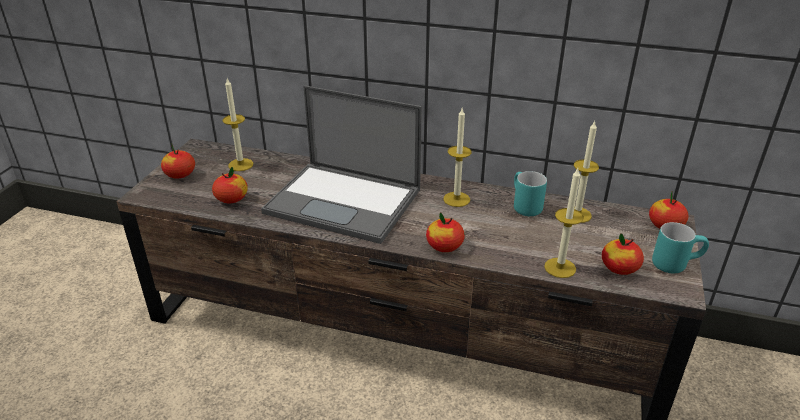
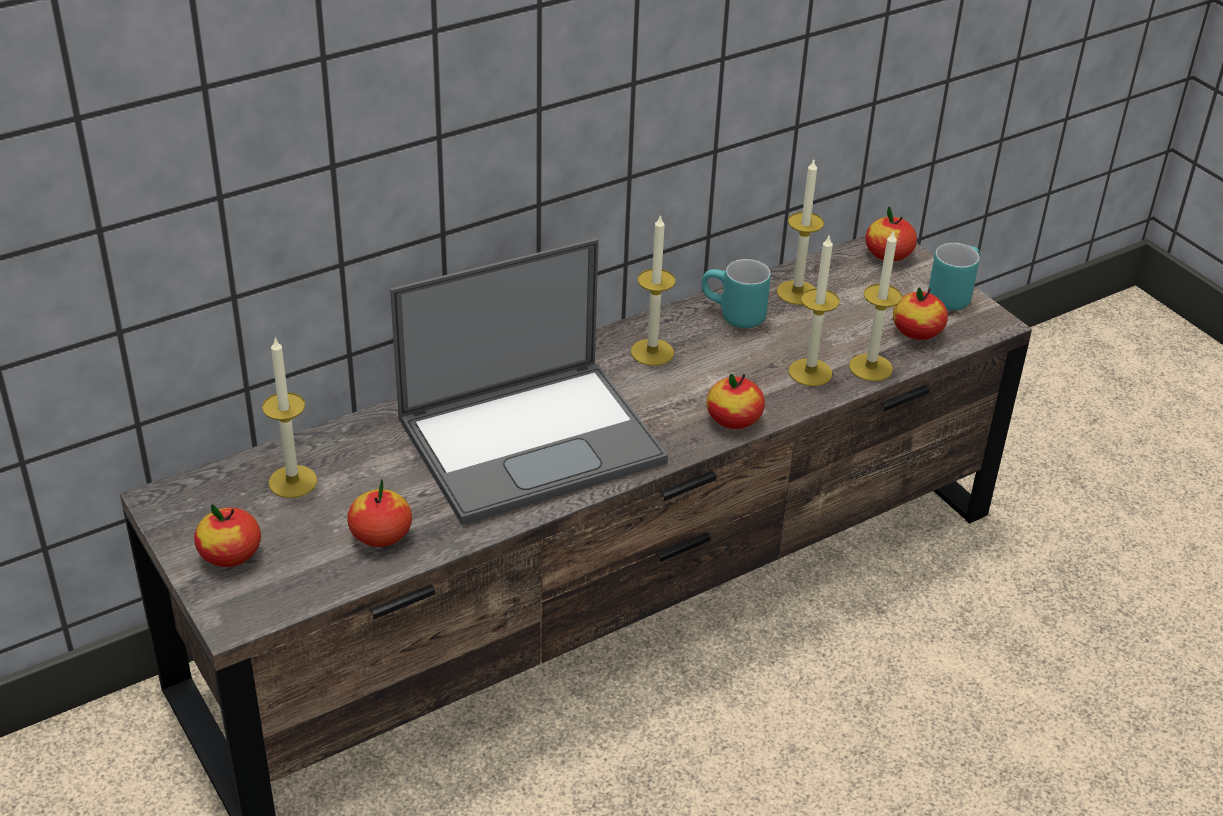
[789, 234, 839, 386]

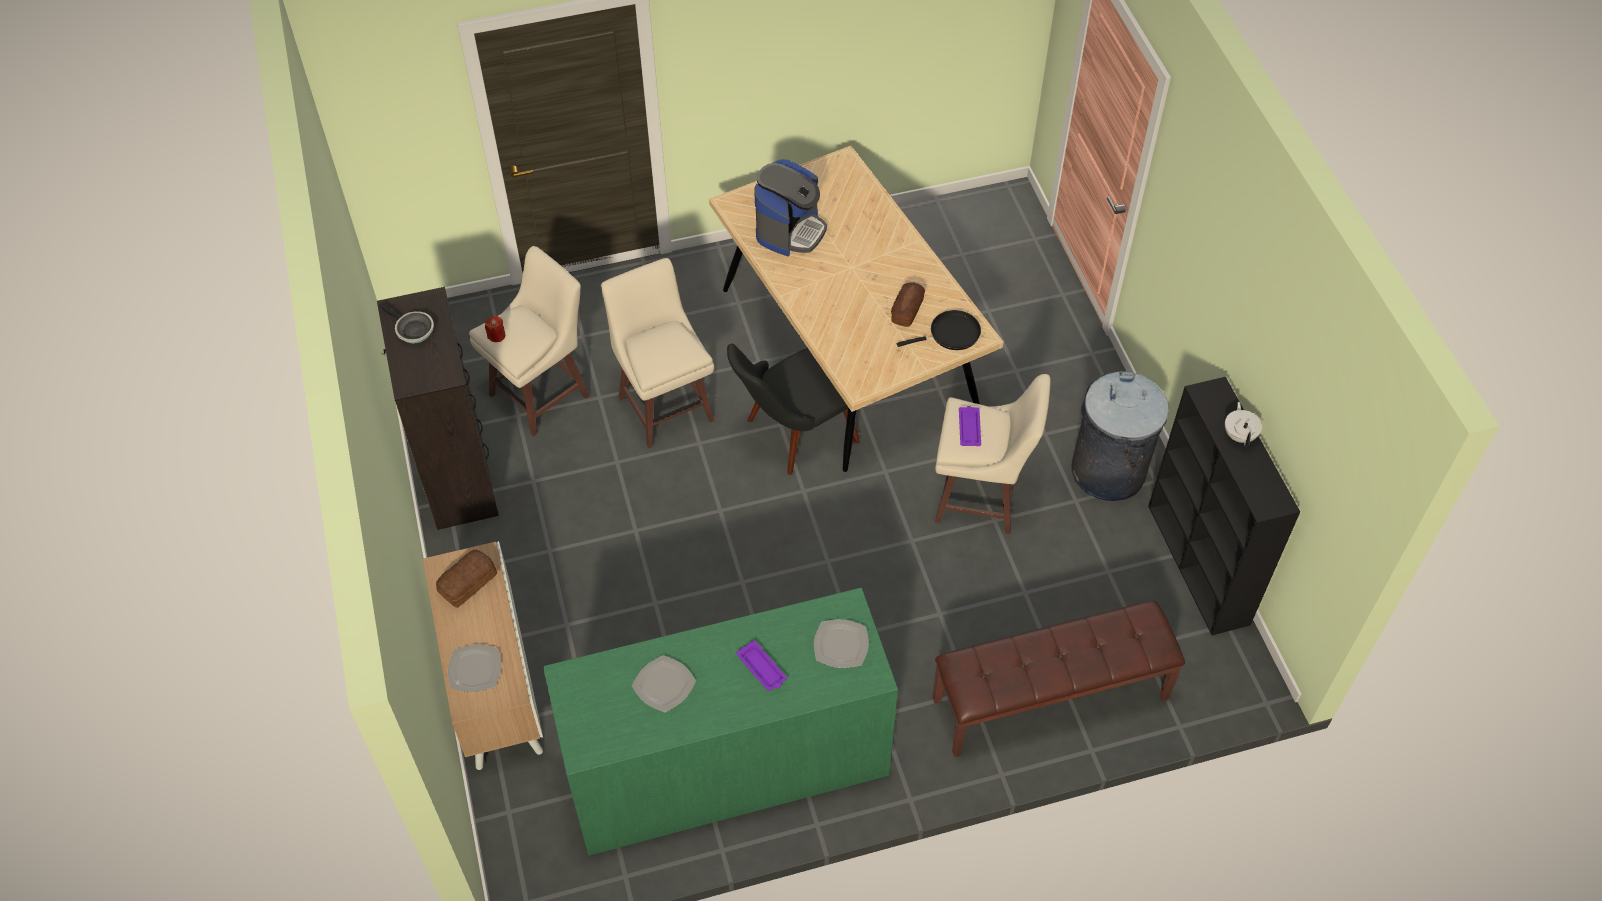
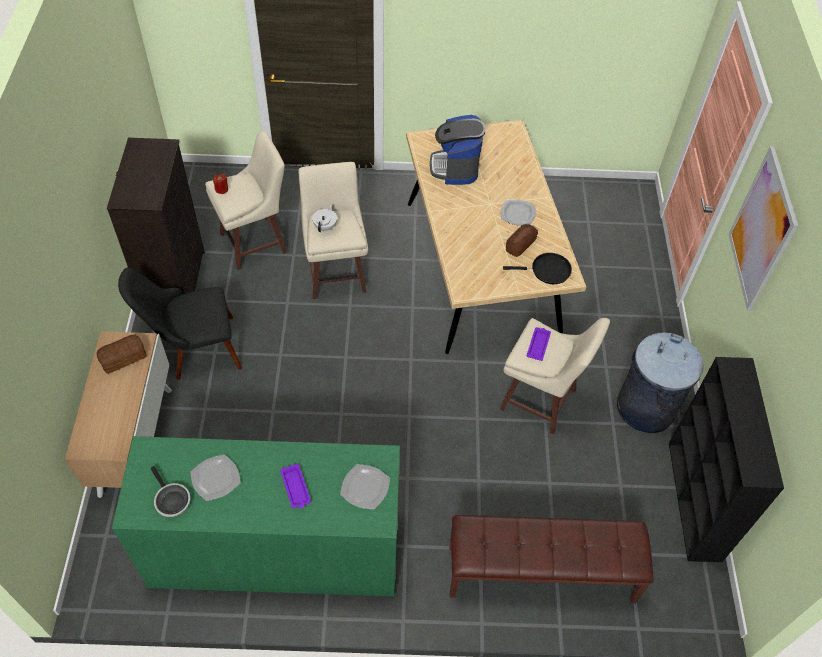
[151, 466, 191, 517]
[501, 199, 536, 226]
[118, 267, 242, 380]
[430, 115, 486, 185]
[312, 205, 337, 232]
[728, 146, 798, 311]

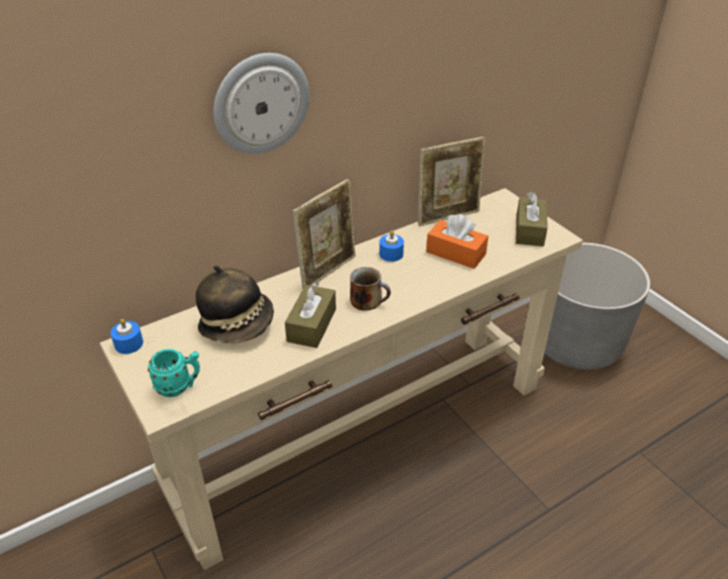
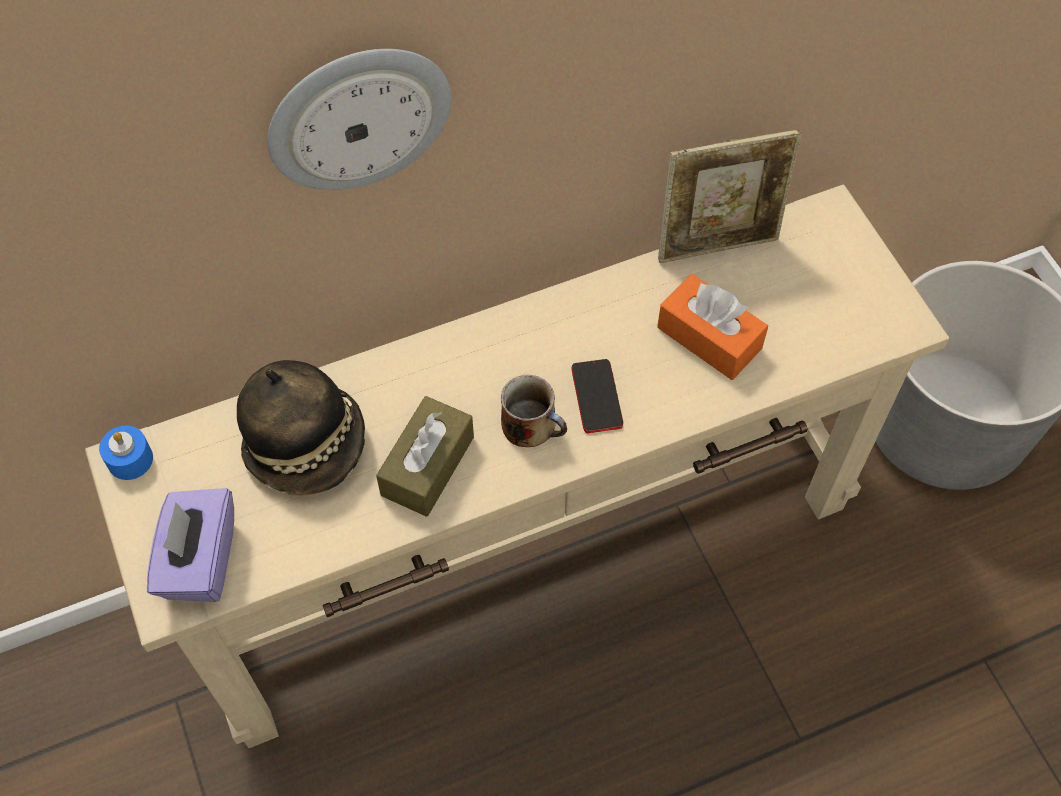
[147, 488, 234, 602]
[293, 179, 355, 289] (first image)
[379, 230, 404, 262] (first image)
[516, 192, 548, 247] (first image)
[572, 359, 623, 433]

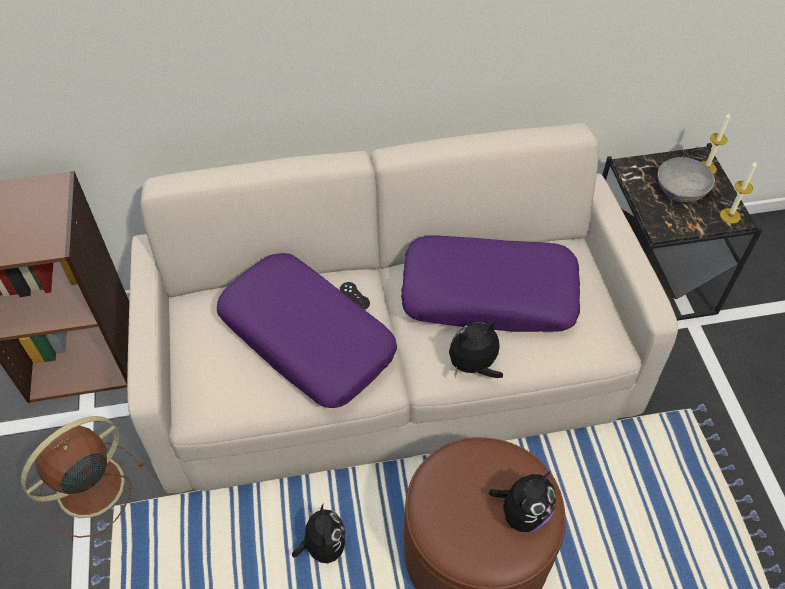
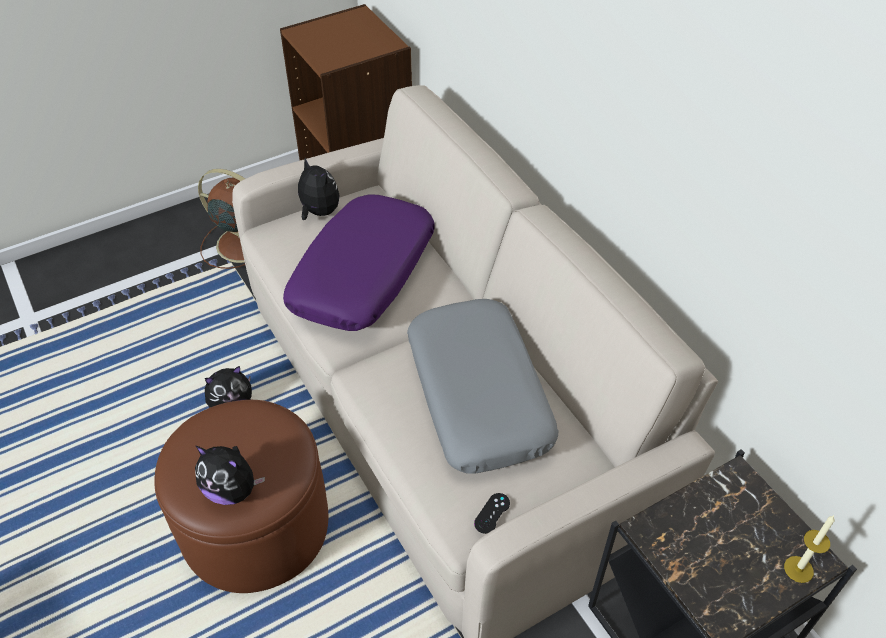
[474, 493, 510, 534]
[407, 299, 559, 474]
[298, 158, 340, 220]
[658, 157, 715, 203] (first image)
[720, 162, 757, 224] (first image)

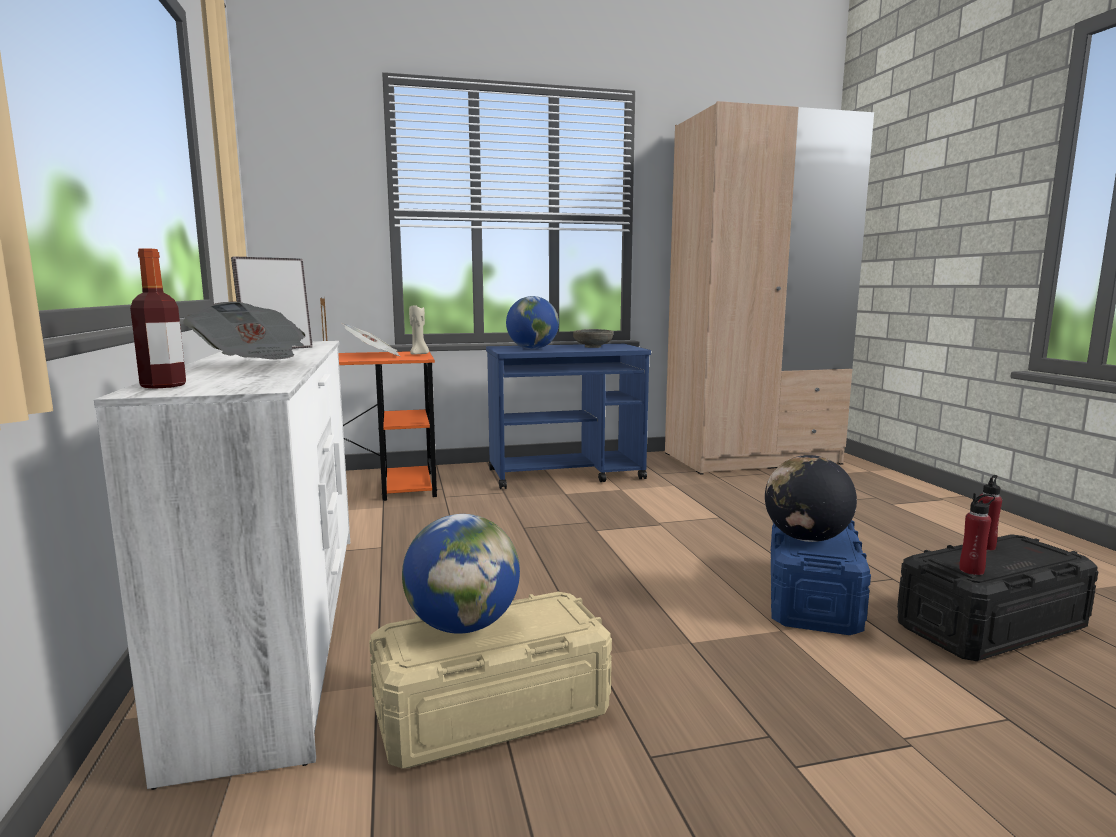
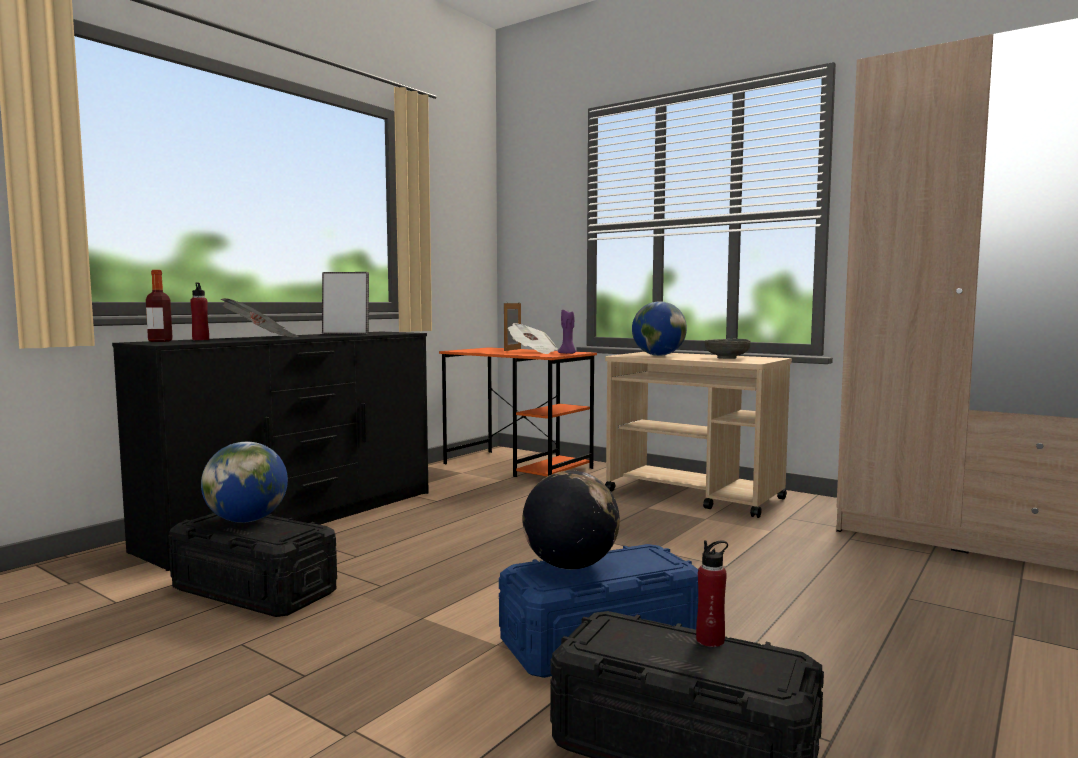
[112, 332, 429, 571]
[168, 512, 337, 617]
[558, 310, 576, 354]
[605, 352, 792, 518]
[190, 282, 209, 341]

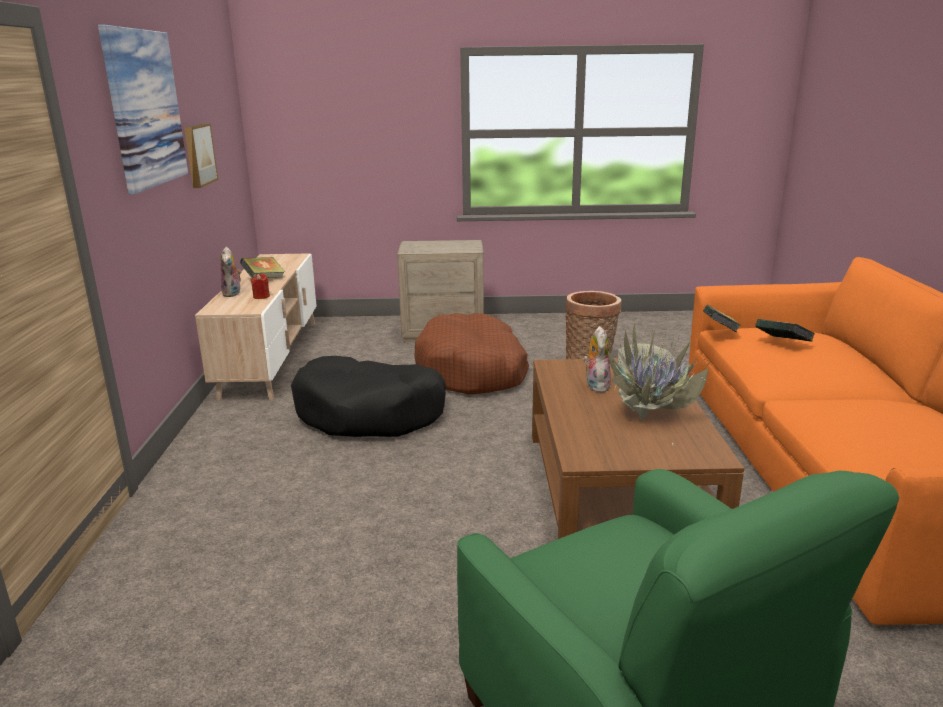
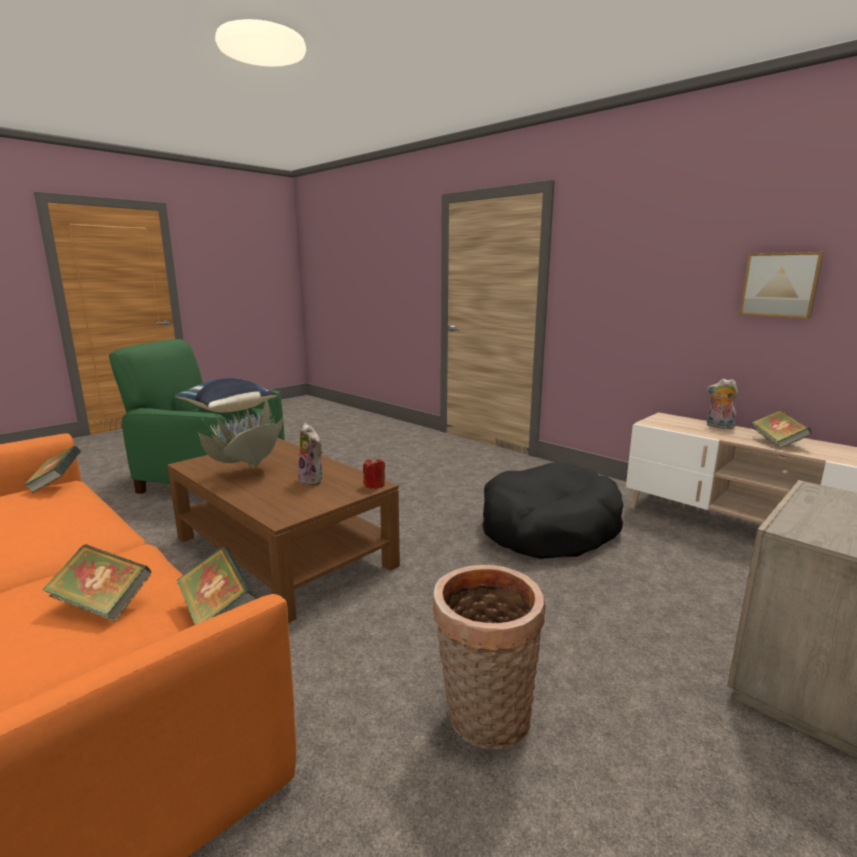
[98, 25, 188, 194] (first image)
[363, 457, 385, 489]
[415, 313, 529, 395] (first image)
[23, 446, 81, 493]
[174, 378, 277, 413]

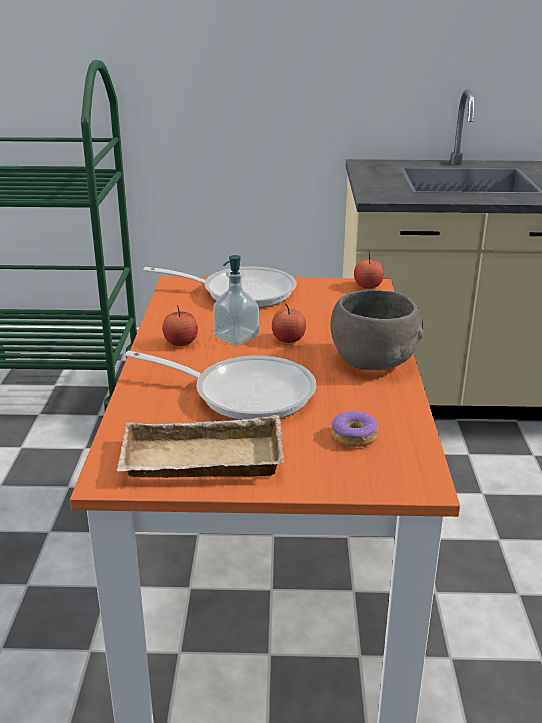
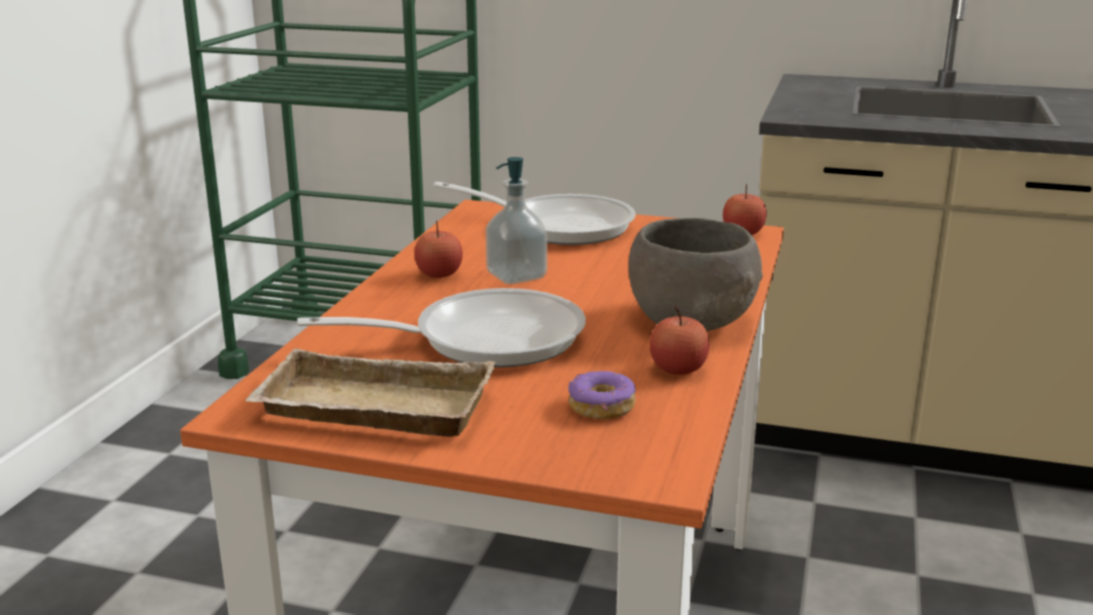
[297, 288, 586, 367]
[650, 306, 710, 375]

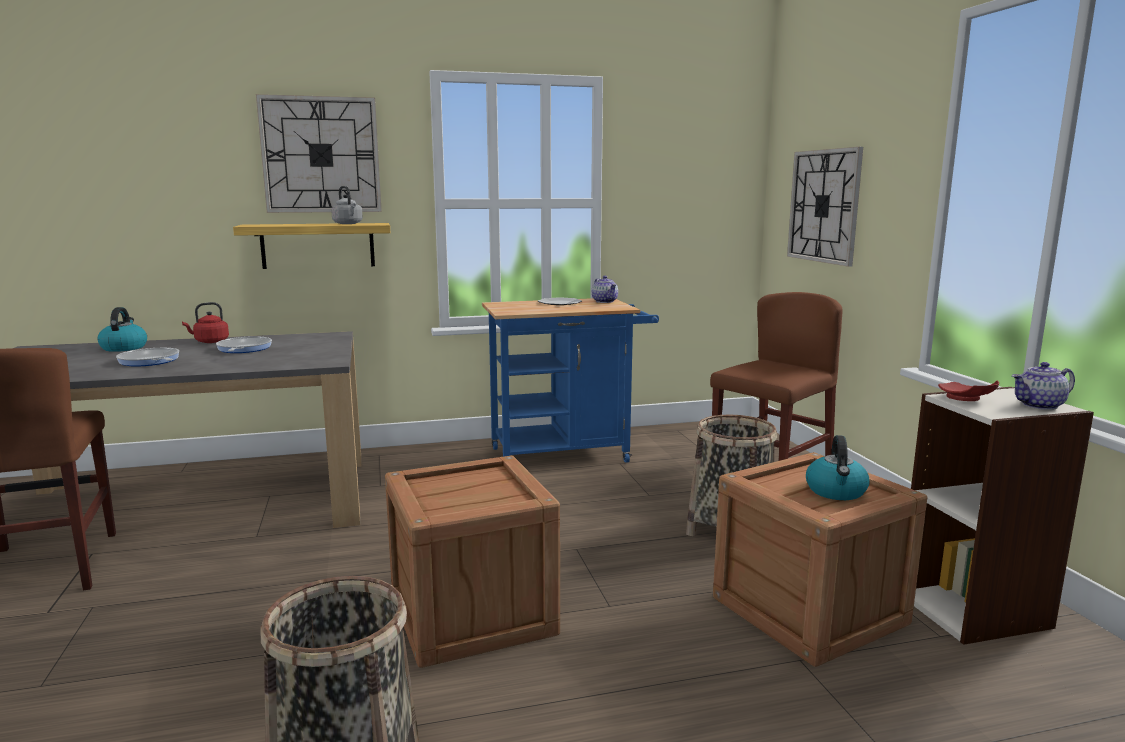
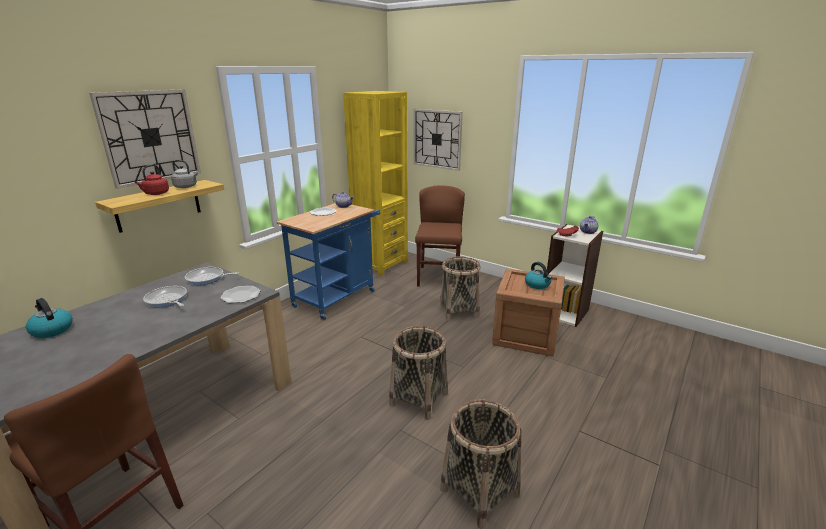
[185, 267, 240, 285]
[135, 164, 169, 195]
[389, 326, 448, 420]
[220, 286, 261, 303]
[343, 91, 408, 276]

